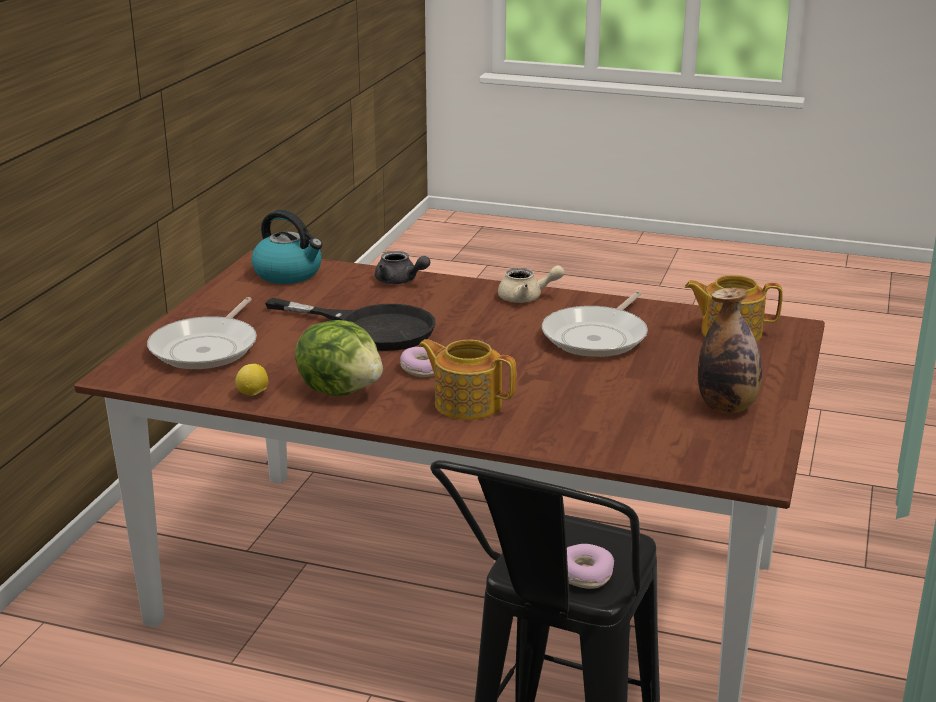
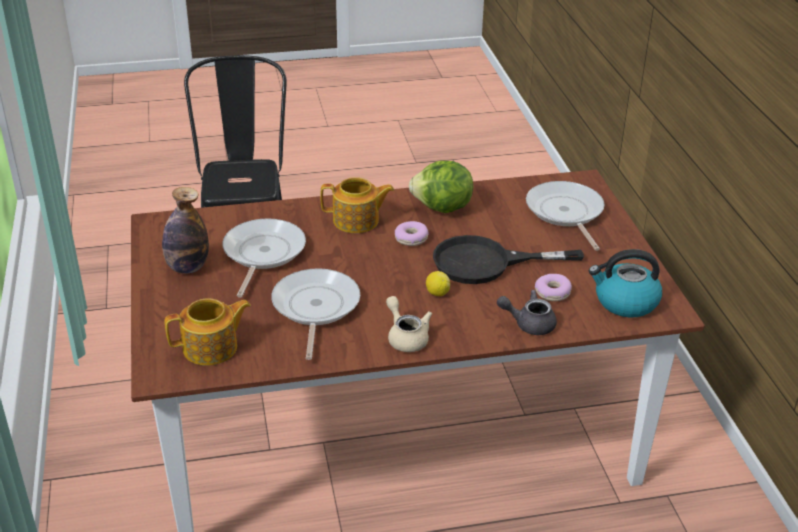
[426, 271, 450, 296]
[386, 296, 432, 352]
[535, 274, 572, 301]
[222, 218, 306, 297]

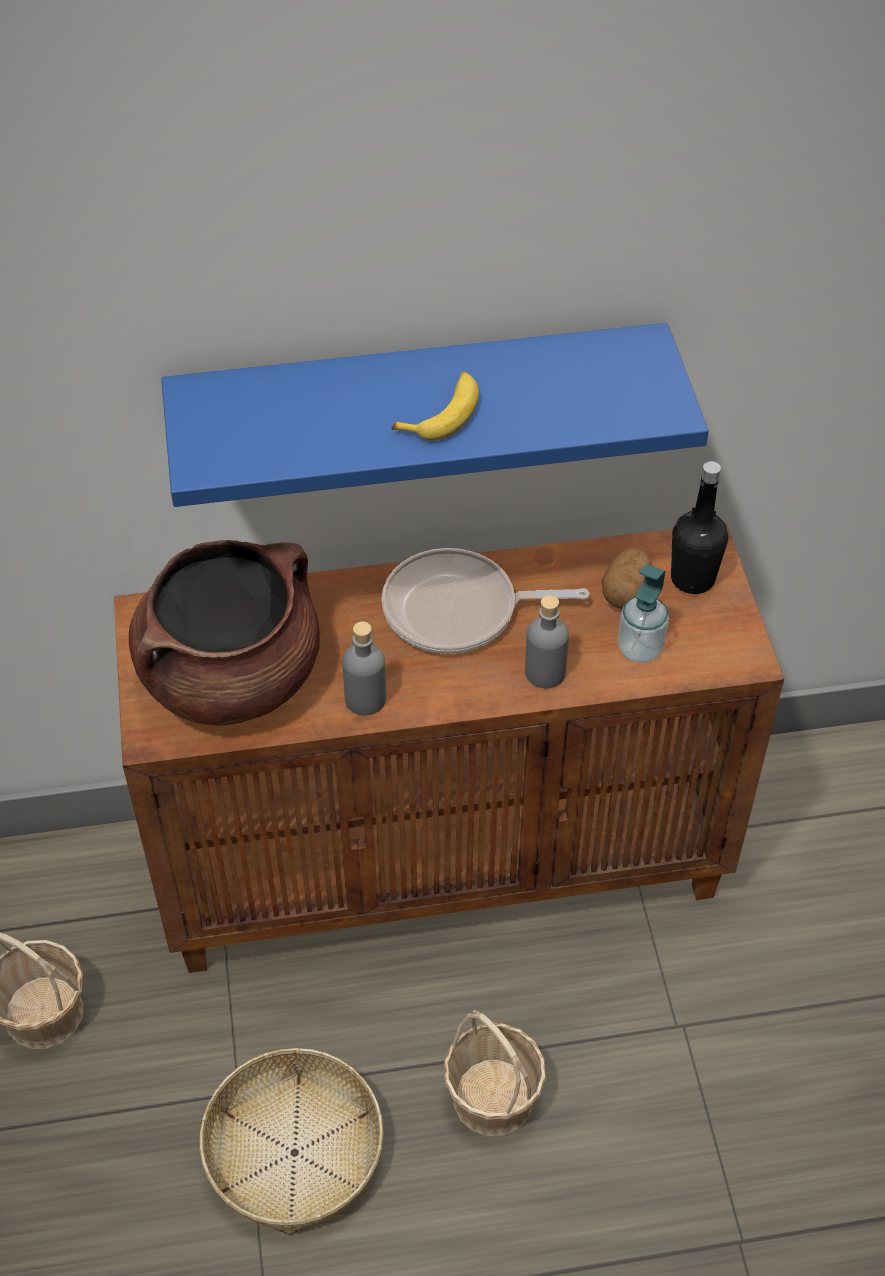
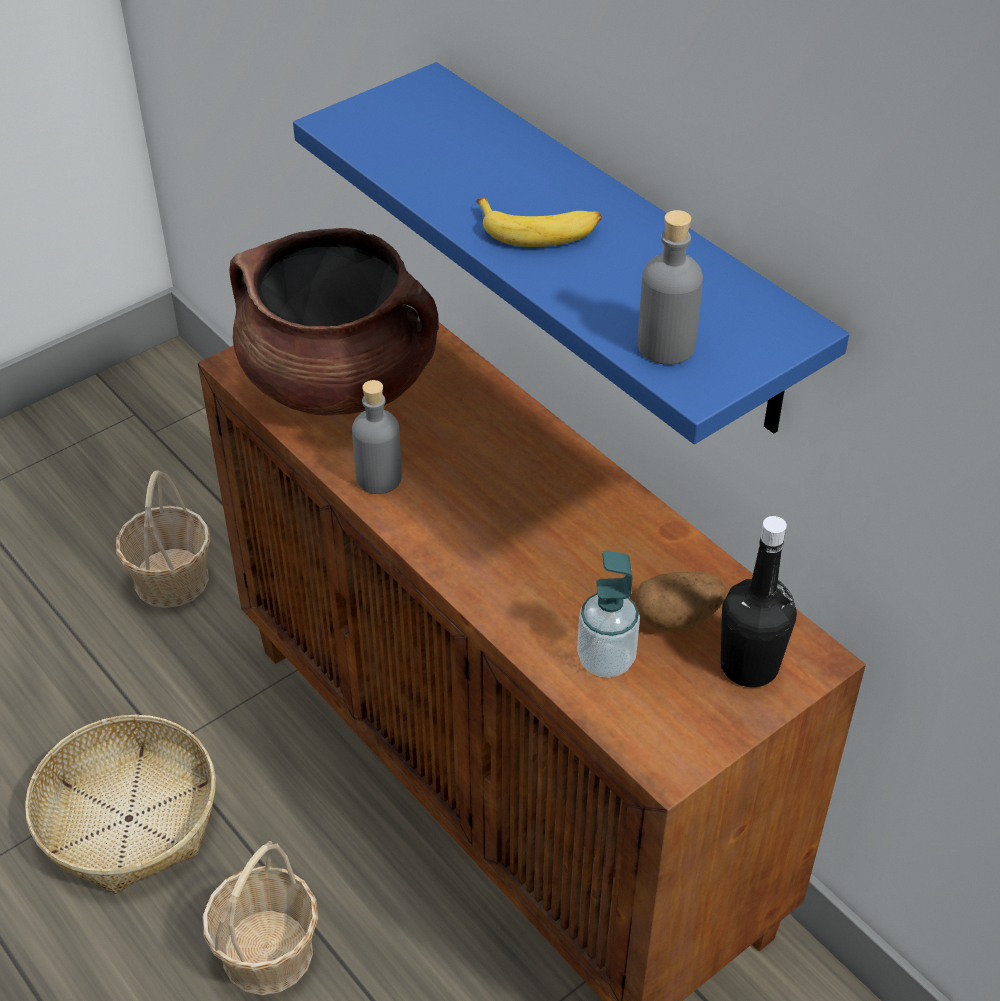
[382, 548, 589, 654] (first image)
[638, 210, 703, 365]

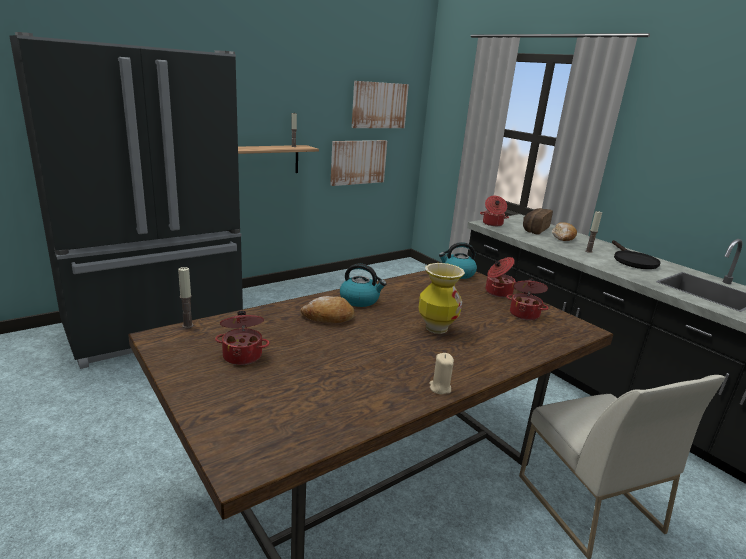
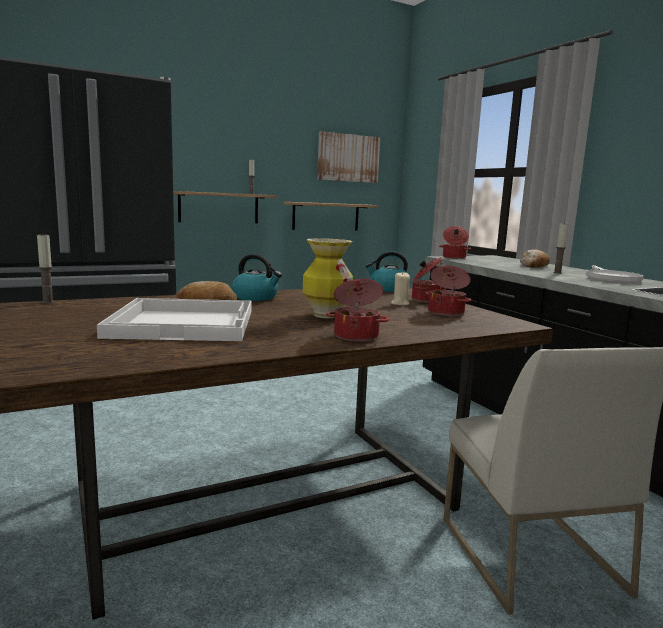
[326, 279, 389, 341]
[283, 202, 379, 230]
[391, 271, 410, 305]
[523, 208, 553, 235] (first image)
[586, 265, 644, 283]
[97, 298, 252, 341]

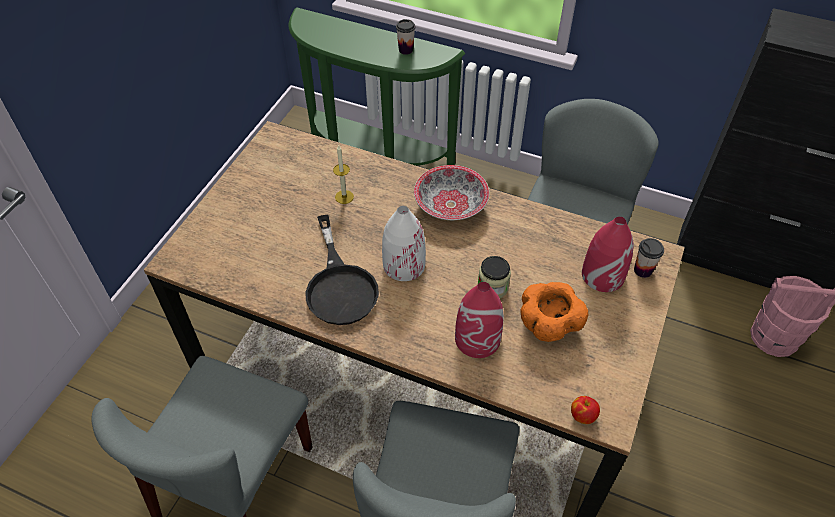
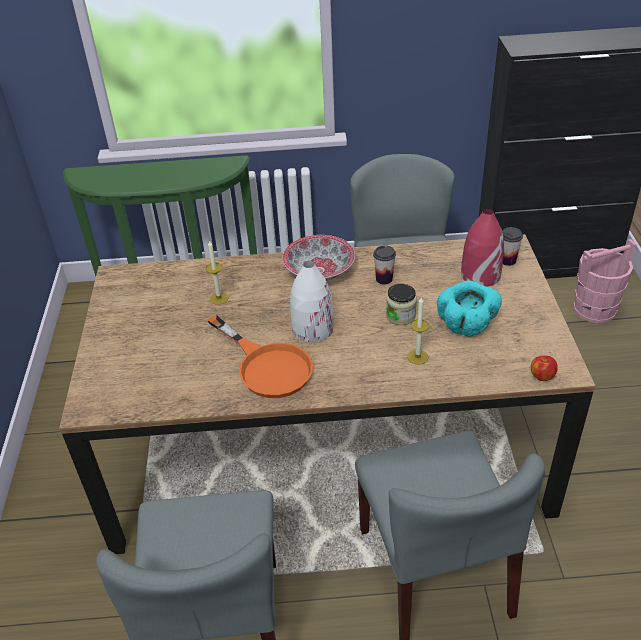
[207, 315, 313, 398]
[373, 245, 396, 284]
[407, 297, 429, 365]
[437, 280, 502, 337]

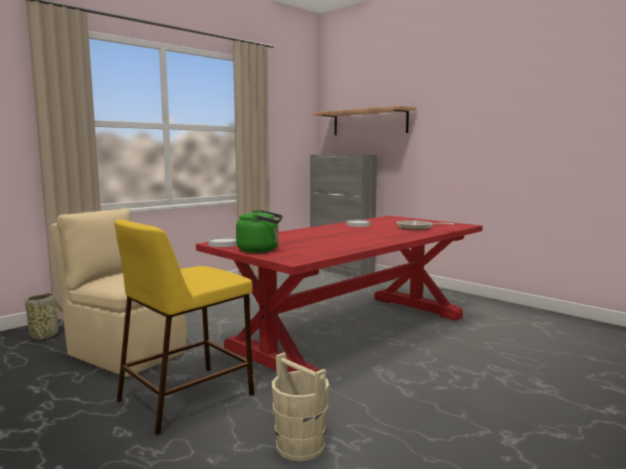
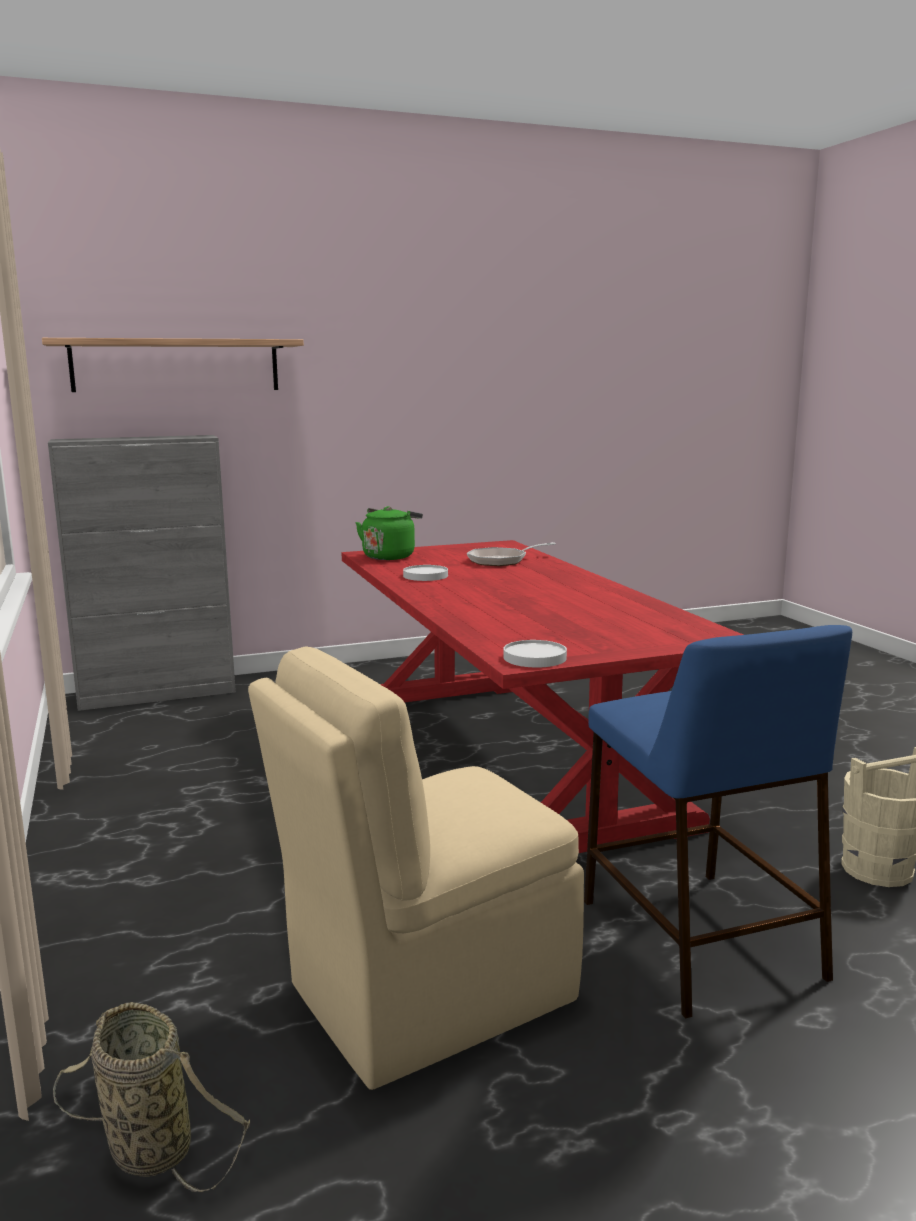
[584, 625, 852, 1018]
[355, 506, 423, 560]

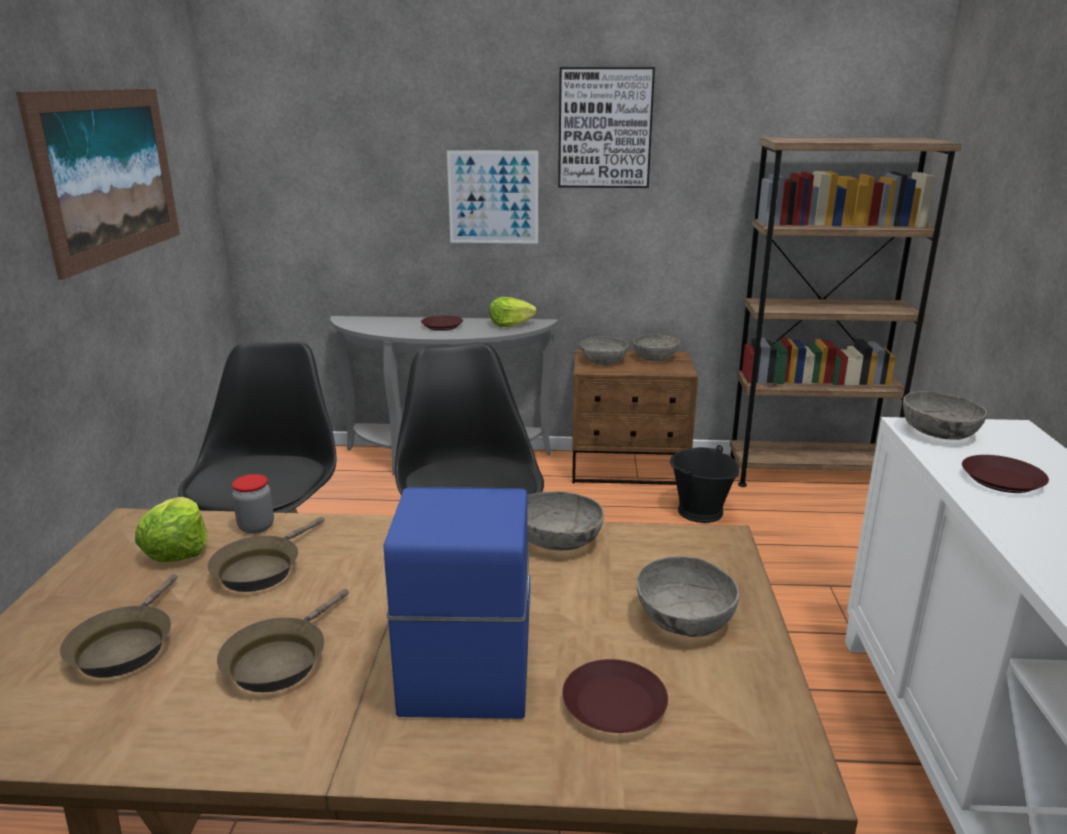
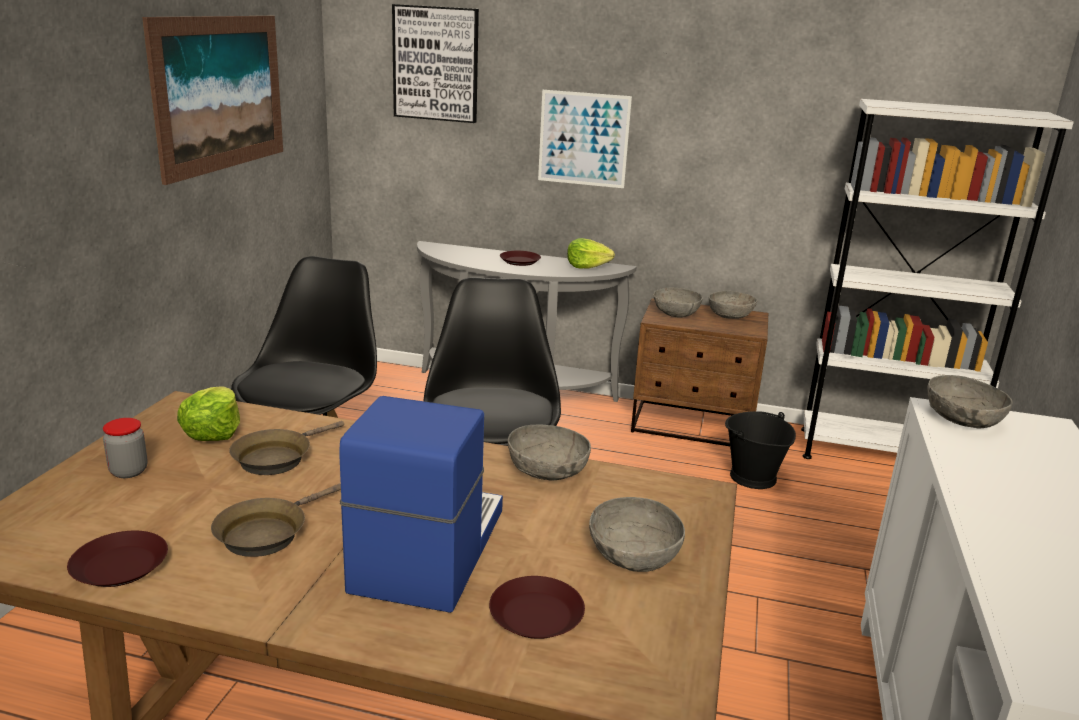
[60, 574, 177, 678] (first image)
[103, 418, 148, 478]
[392, 4, 479, 123]
[801, 99, 1074, 459]
[67, 531, 168, 587]

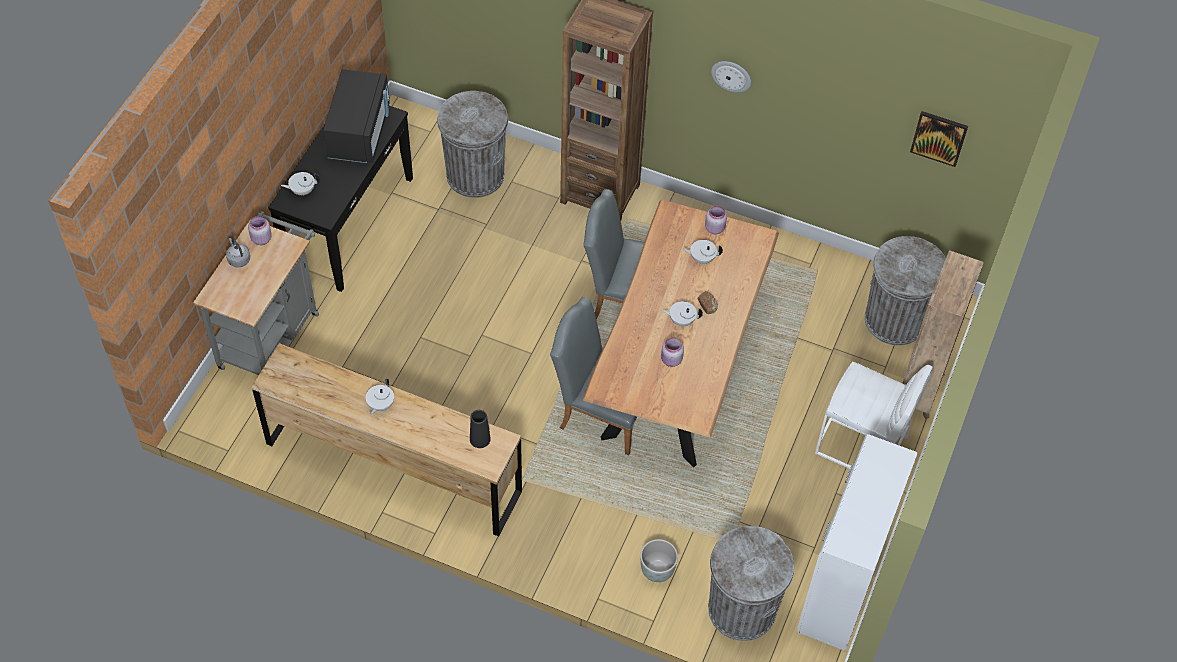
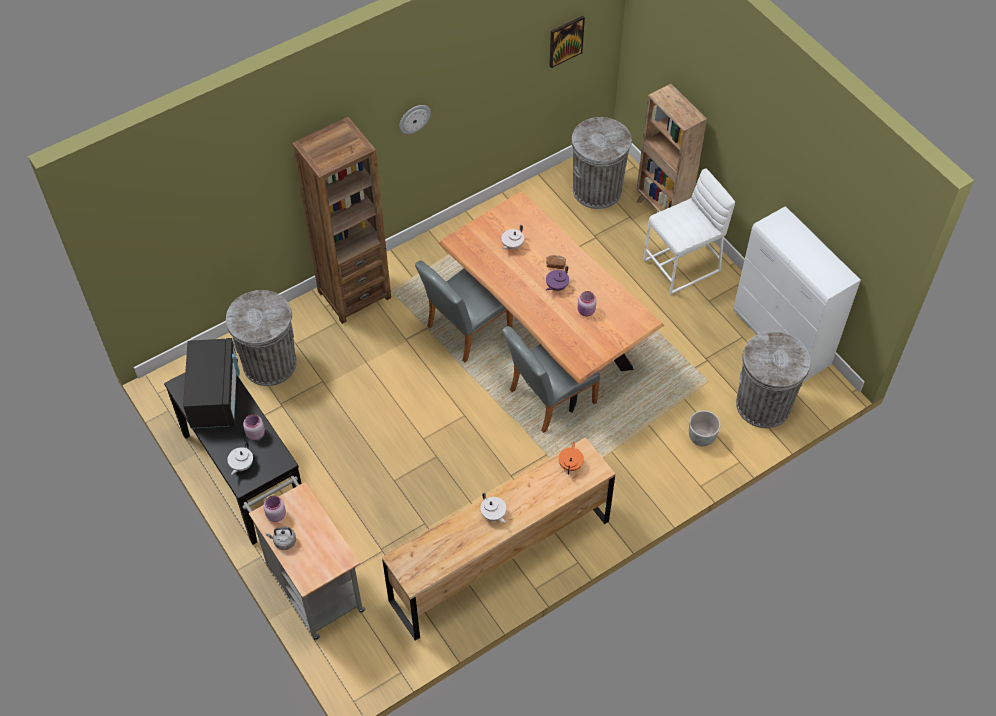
[183, 338, 240, 428]
[558, 442, 584, 474]
[546, 266, 569, 291]
[243, 414, 265, 440]

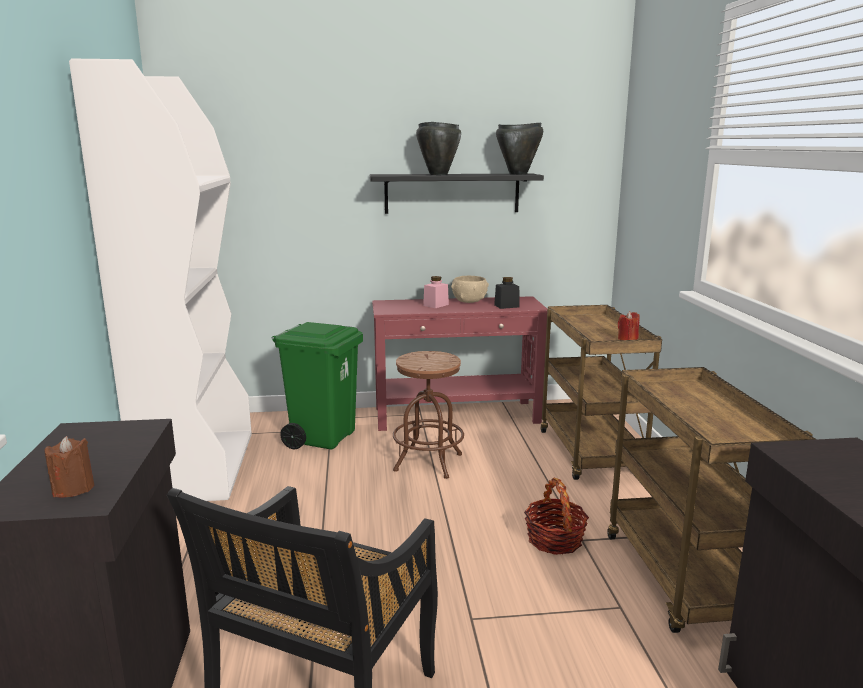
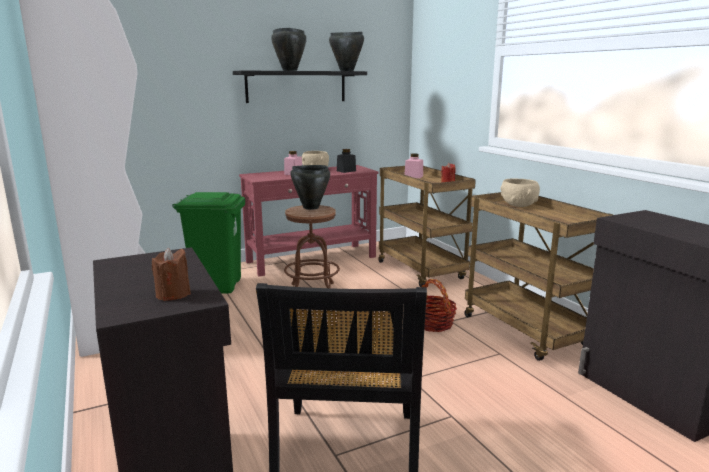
[290, 165, 330, 210]
[404, 153, 423, 178]
[500, 179, 540, 207]

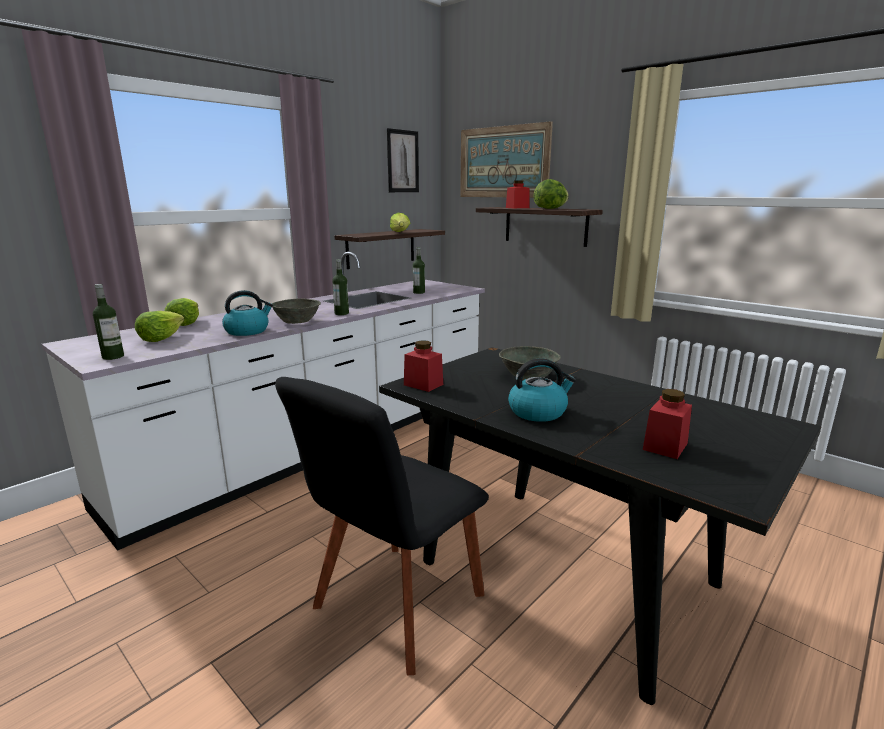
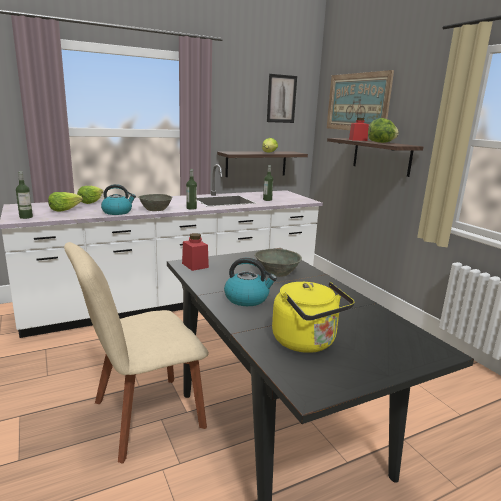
[64, 242, 209, 464]
[272, 282, 354, 353]

